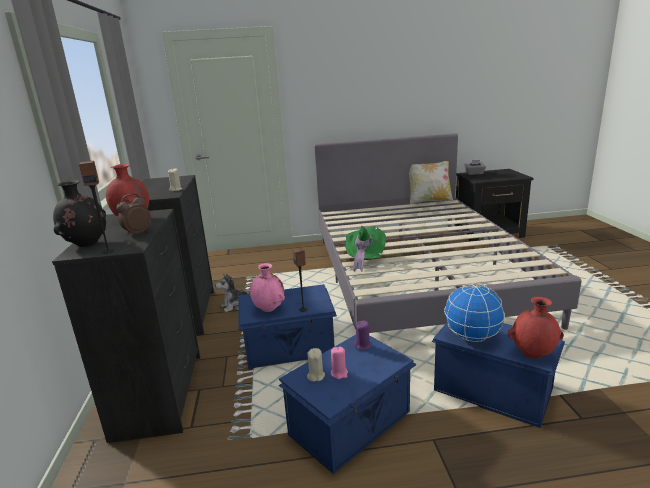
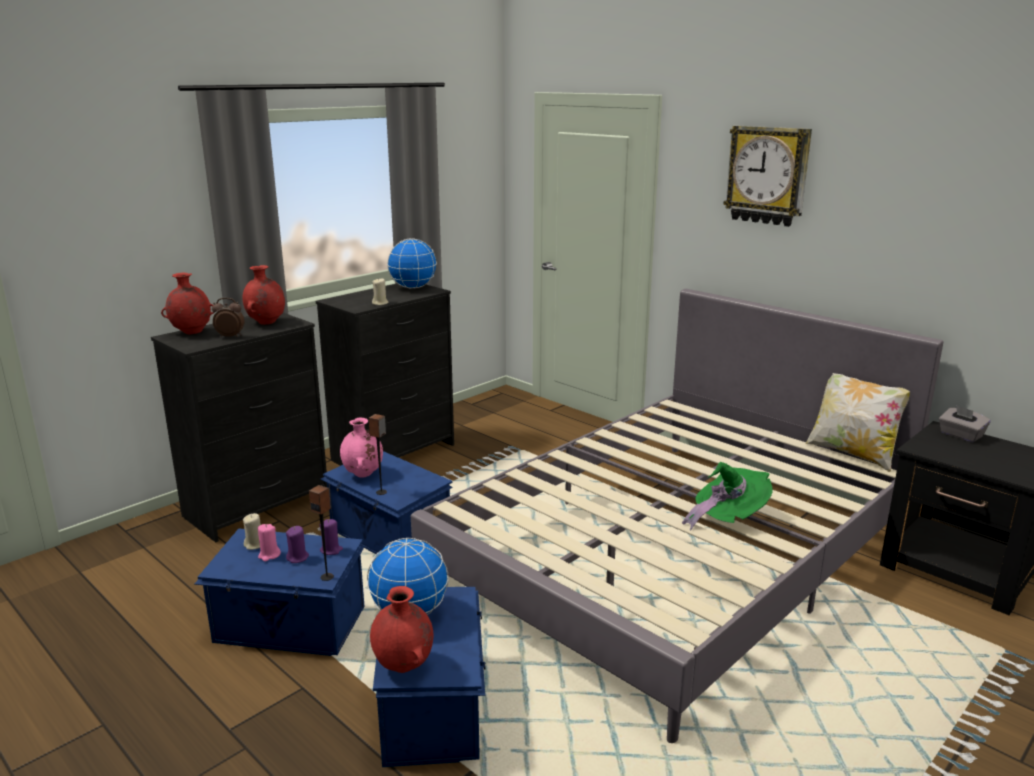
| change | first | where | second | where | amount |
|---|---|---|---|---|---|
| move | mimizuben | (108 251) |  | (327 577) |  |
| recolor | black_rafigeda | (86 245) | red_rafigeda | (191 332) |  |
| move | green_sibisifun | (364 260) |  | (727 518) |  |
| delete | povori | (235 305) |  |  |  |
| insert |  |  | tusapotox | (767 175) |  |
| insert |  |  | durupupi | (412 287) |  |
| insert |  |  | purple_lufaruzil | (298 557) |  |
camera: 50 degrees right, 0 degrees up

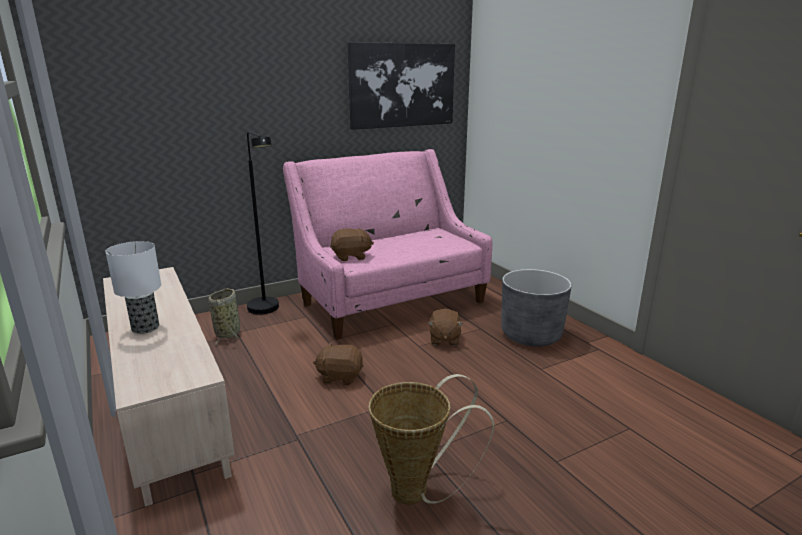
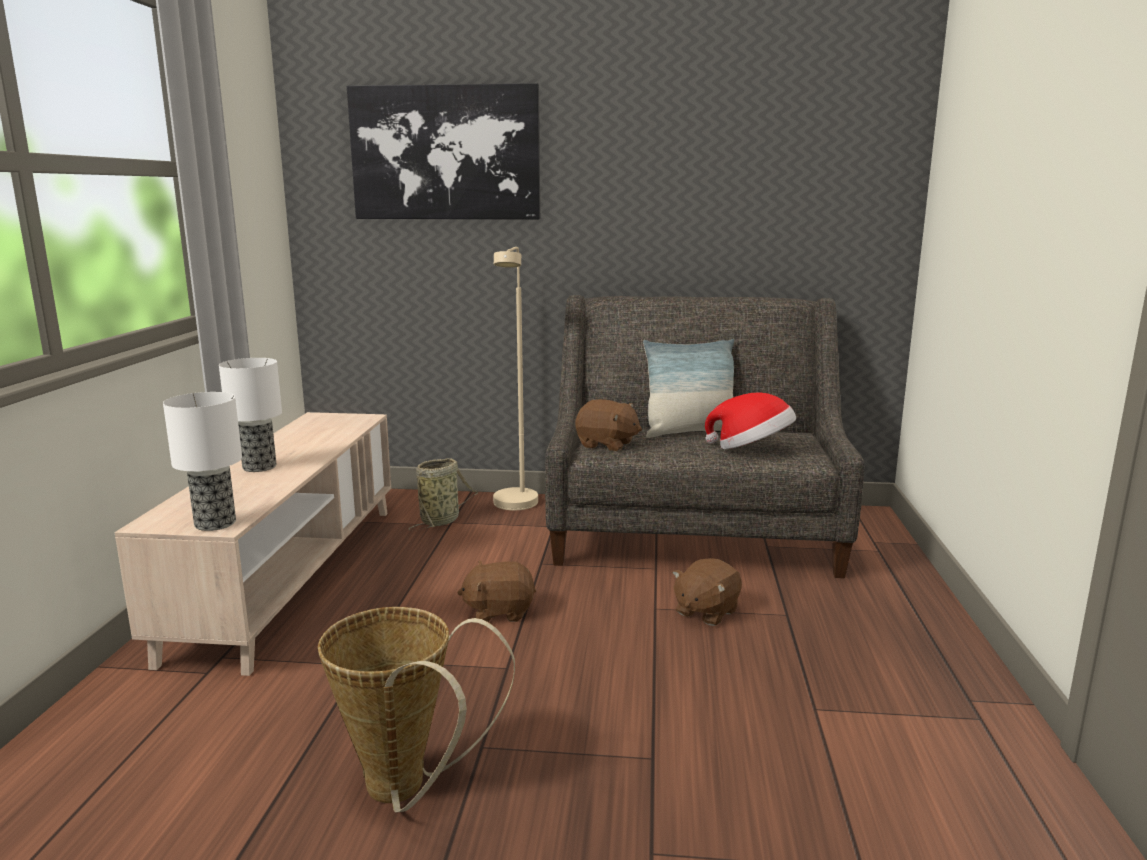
| change | first | where | second | where | amount |
|---|---|---|---|---|---|
| move | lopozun | (402 85) |  | (445 153) |  |
| recolor | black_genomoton | (267 311) | beige_genomoton | (515 507) |  |
| recolor | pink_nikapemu | (389 299) | grey_nikapemu | (693 534) |  |
| delete | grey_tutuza | (531 335) |  |  |  |
| rotate | brown_povori | (340 376) |  | (499 611) | 45 degrees counterclockwise |
| insert |  |  | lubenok | (690 432) |  |
| insert |  |  | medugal | (216 523) |  |
| insert |  |  | sibisifun | (751 449) |  |
camera: 35 degrees right, 5 degrees down

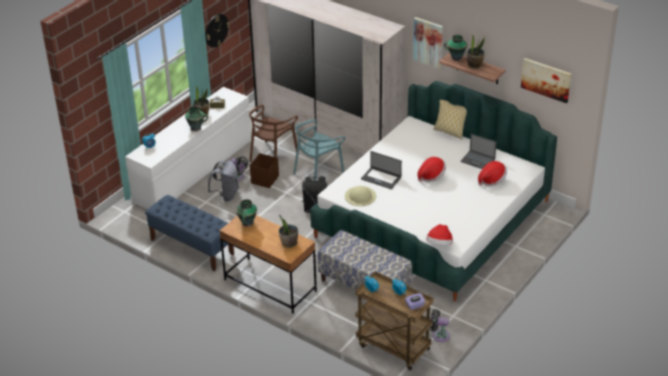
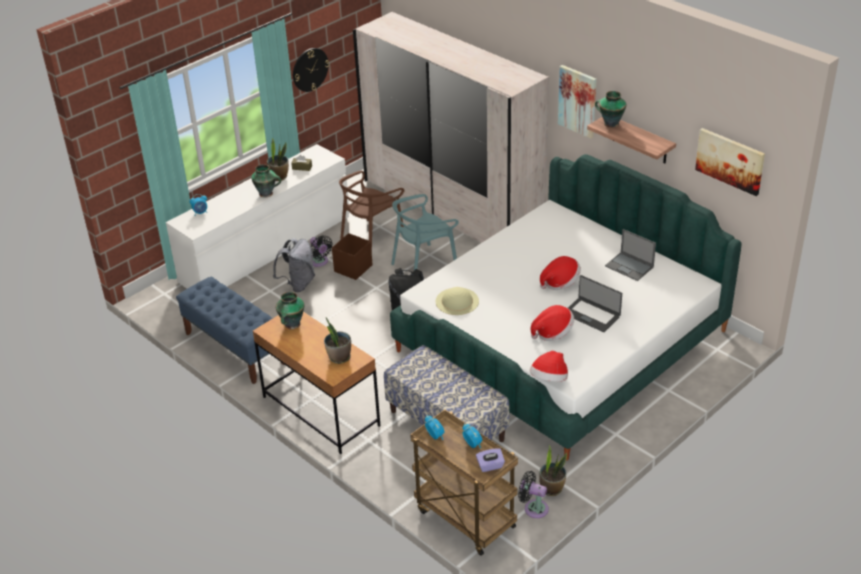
| change | first | where | second | where | amount |
|---|---|---|---|---|---|
| move | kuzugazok | (474 65) |  | (552 488) |  |
| delete | lubenok | (449 132) |  |  |  |
| move | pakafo | (381 178) |  | (591 315) |  |
| move | sibisifun | (492 180) |  | (553 332) |  |
camera: 10 degrees right, 0 degrees up

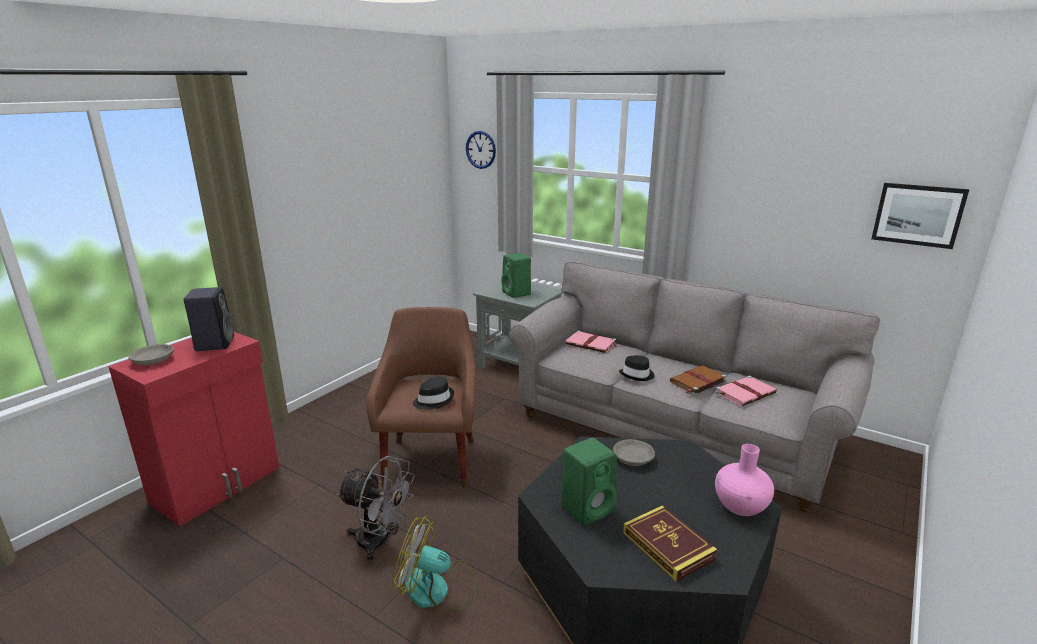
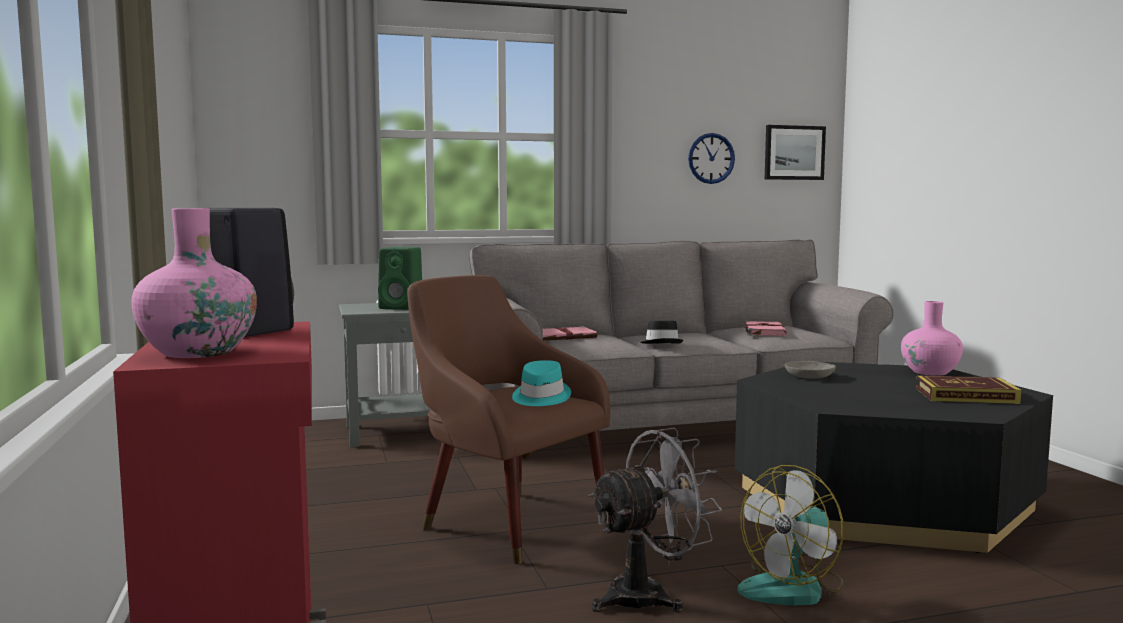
| change | first | where | second | where | amount |
|---|---|---|---|---|---|
| move | tusapotox | (480 149) |  | (711 158) |  |
| replace | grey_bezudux | (154 360) | pink_rafigeda | (198 352) |  |
| delete | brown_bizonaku | (697 382) |  |  |  |
| recolor | black_sibisifun | (433 400) | turquoise_sibisifun | (540 398) |  |
| delete | green_mimizuben | (588 508) |  |  |  |
camera: 50 degrees left, 15 degrees down

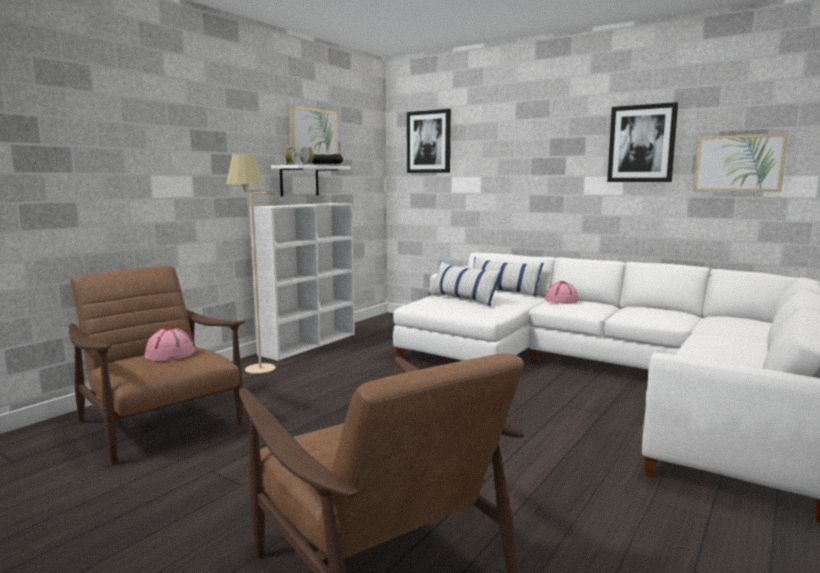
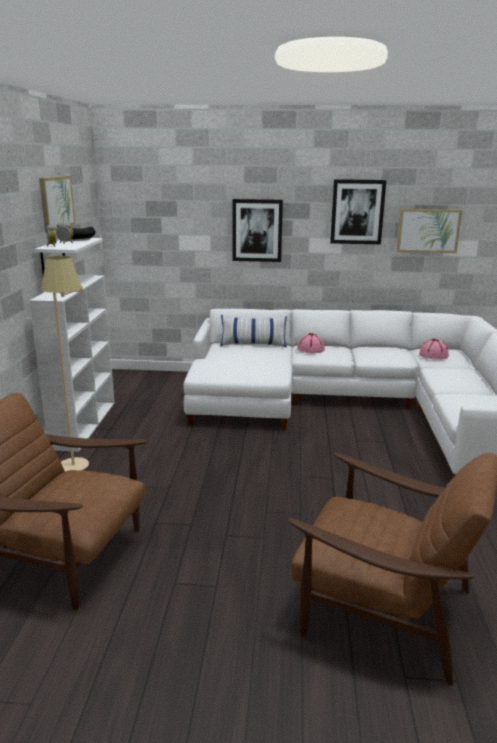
| change | first | where | second | where | amount |
|---|---|---|---|---|---|
| move | lopozun | (429 142) |  | (257 230) |  |
| delete | lubenok | (463 299) |  |  |  |
| move | pink_sibisifun | (170 354) |  | (433 355) |  |
camera: 30 degrees left, 10 degrees up

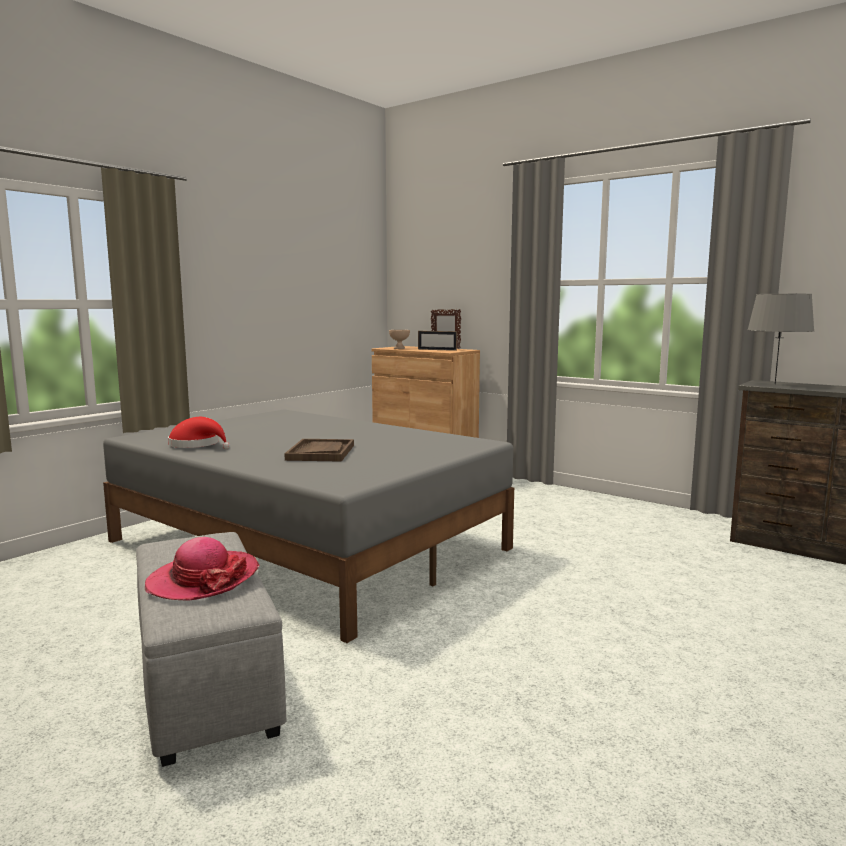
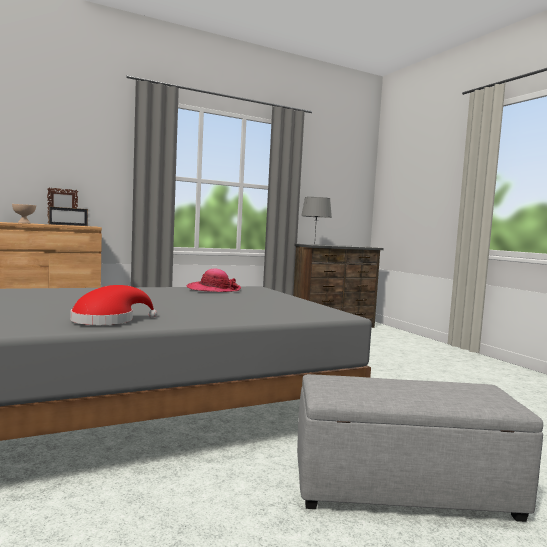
| change | first | where | second | where | amount |
|---|---|---|---|---|---|
| delete | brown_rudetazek | (320 452) |  |  |  |
| move | sibisifun | (203 579) |  | (213 289) |  |
camera: 65 degrees left, 5 degrees down

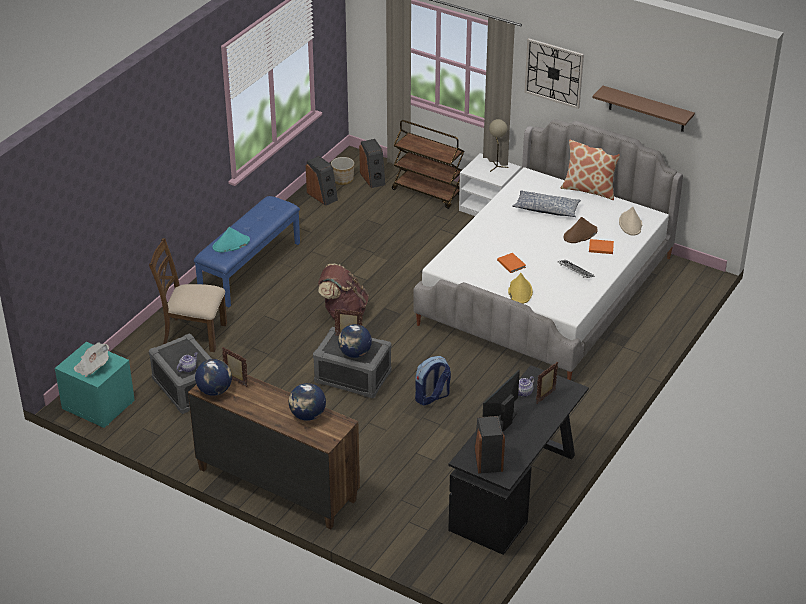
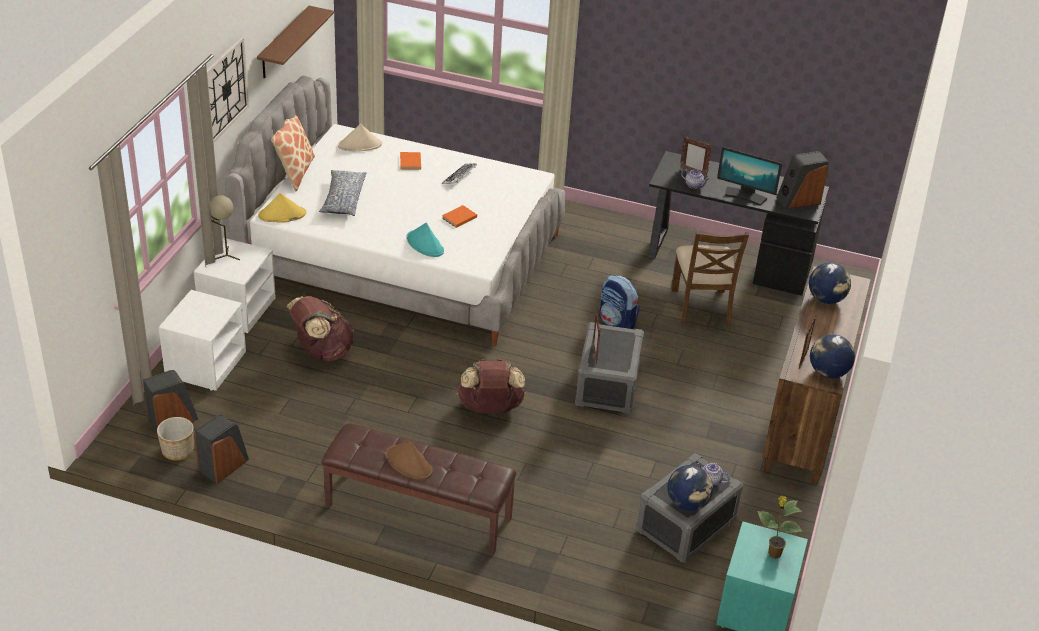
| change | first | where | second | where | amount |
|---|---|---|---|---|---|
| replace | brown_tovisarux | (428 192) | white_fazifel | (205 364) |  |
| recolor | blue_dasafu | (249 268) | brown_dasafu | (417 512) |  |
| move | brown_sibisifun | (580 234) |  | (409 463) |  |
| move | turquoise_sibisifun | (231 244) |  | (425 244) |  |
| move | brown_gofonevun | (194 334) |  | (701 308) |  |
| move | yellow_sibisifun | (520 291) |  | (282 215) |  |
| move | durupupi | (355 353) |  | (687 503) |  |
| replace | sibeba | (92 367) | kuzugazok | (773 553) |  |
| insert |  |  | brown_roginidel | (322 351) |  |
camera: 105 degrees left, 0 degrees up

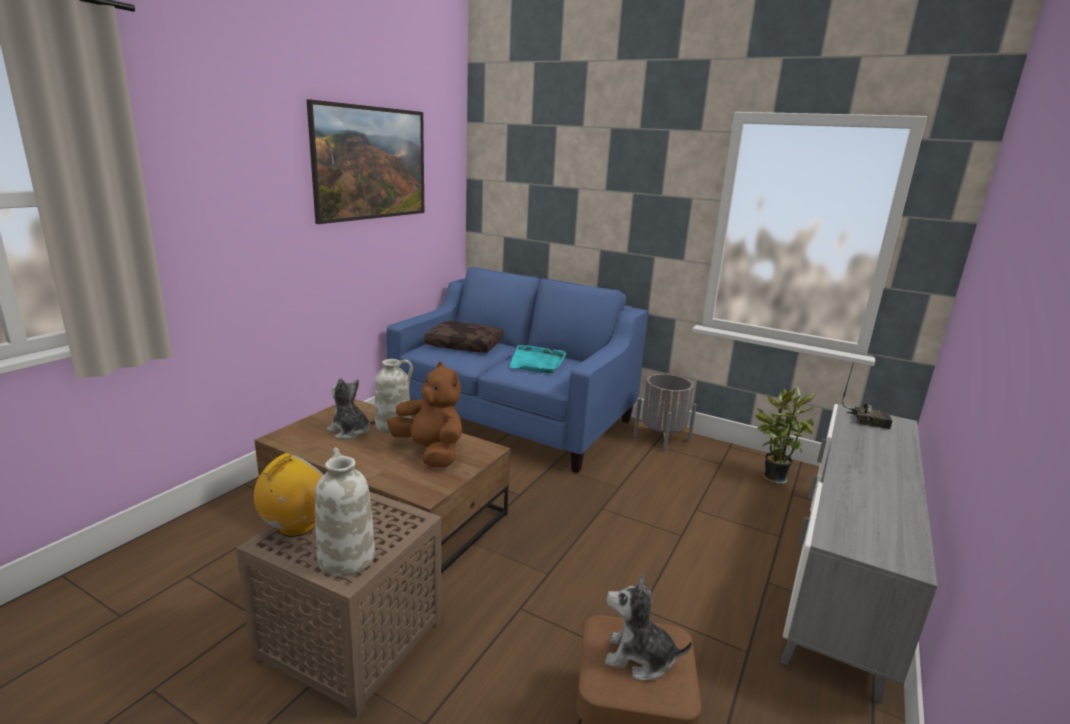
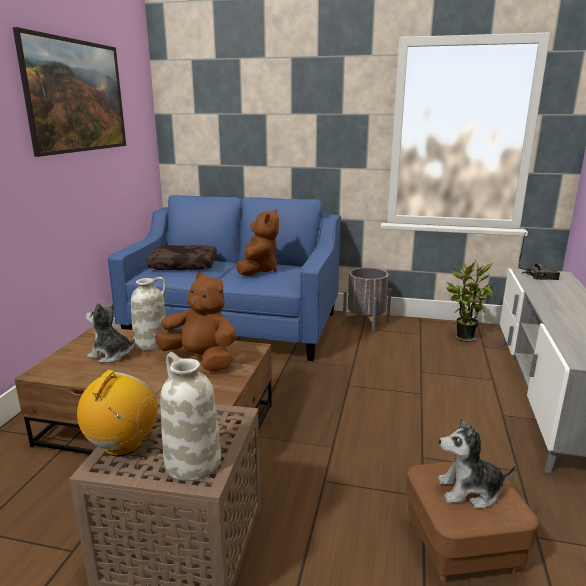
| change | first | where | second | where | amount |
|---|---|---|---|---|---|
| replace | turquoise_rudetazek | (537 362) | brown_povori | (258 270) |  |
camera: 15 degrees left, 0 degrees up

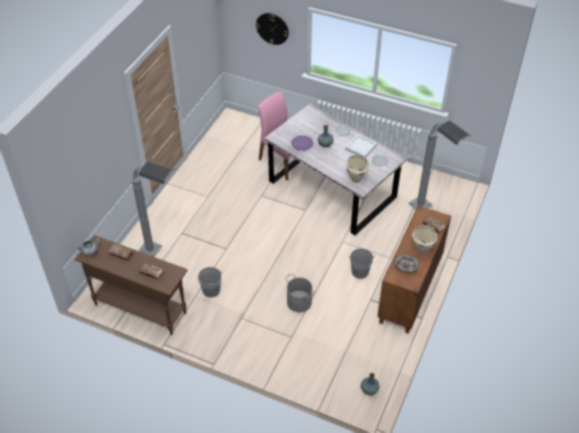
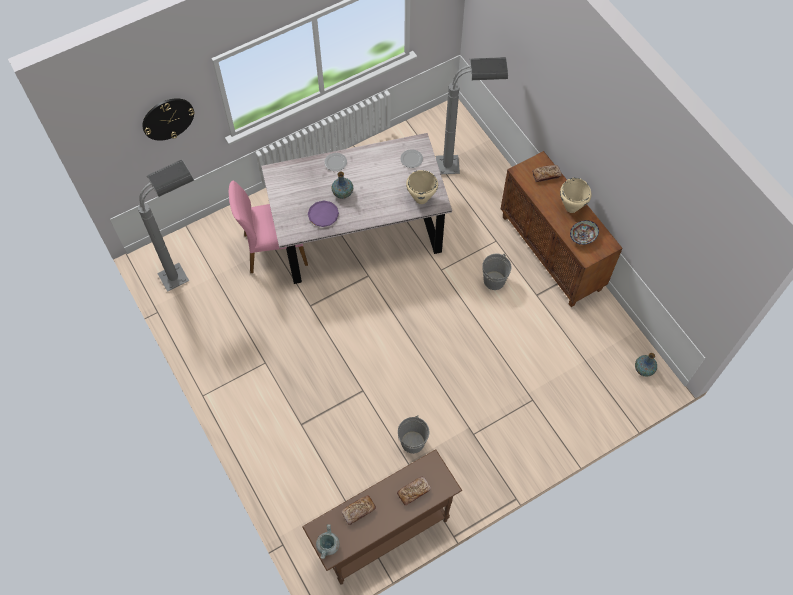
| change | first | where | second | where | amount |
|---|---|---|---|---|---|
| delete | white_rudetazek | (361 147) |  |  |  |
| move | grey_genomoton | (162 254) |  | (189 270) |  |
| delete | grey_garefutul | (299 302) |  |  |  |
camera: 55 degrees left, 15 degrees up

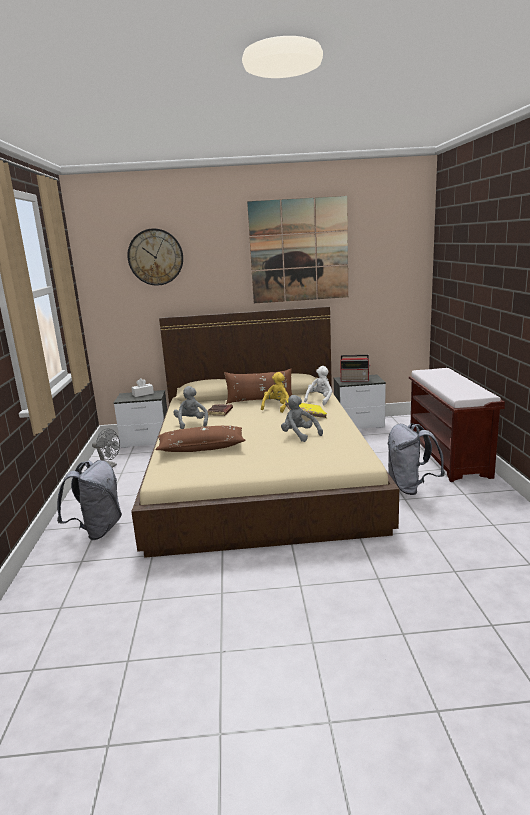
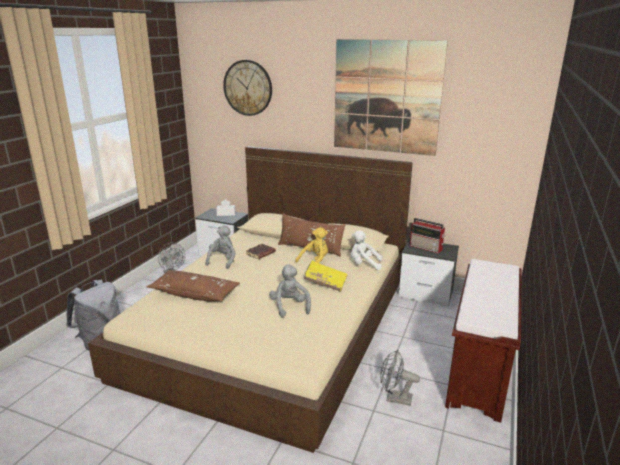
| change | first | where | second | where | amount |
|---|---|---|---|---|---|
| rotate | white_povori | (320 400) |  | (364 265) | 135 degrees counterclockwise |
| replace | grey_roginidel | (411 488) | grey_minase | (394 398) |  |
camera: 25 degrees right, 5 degrees up

